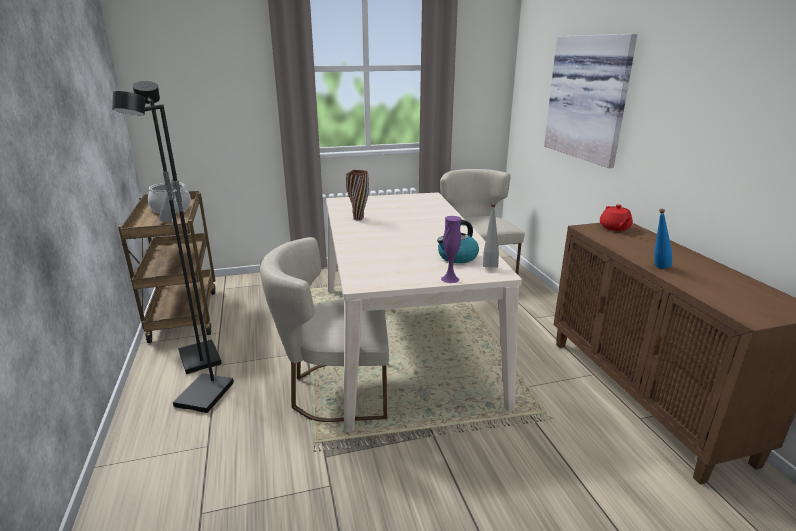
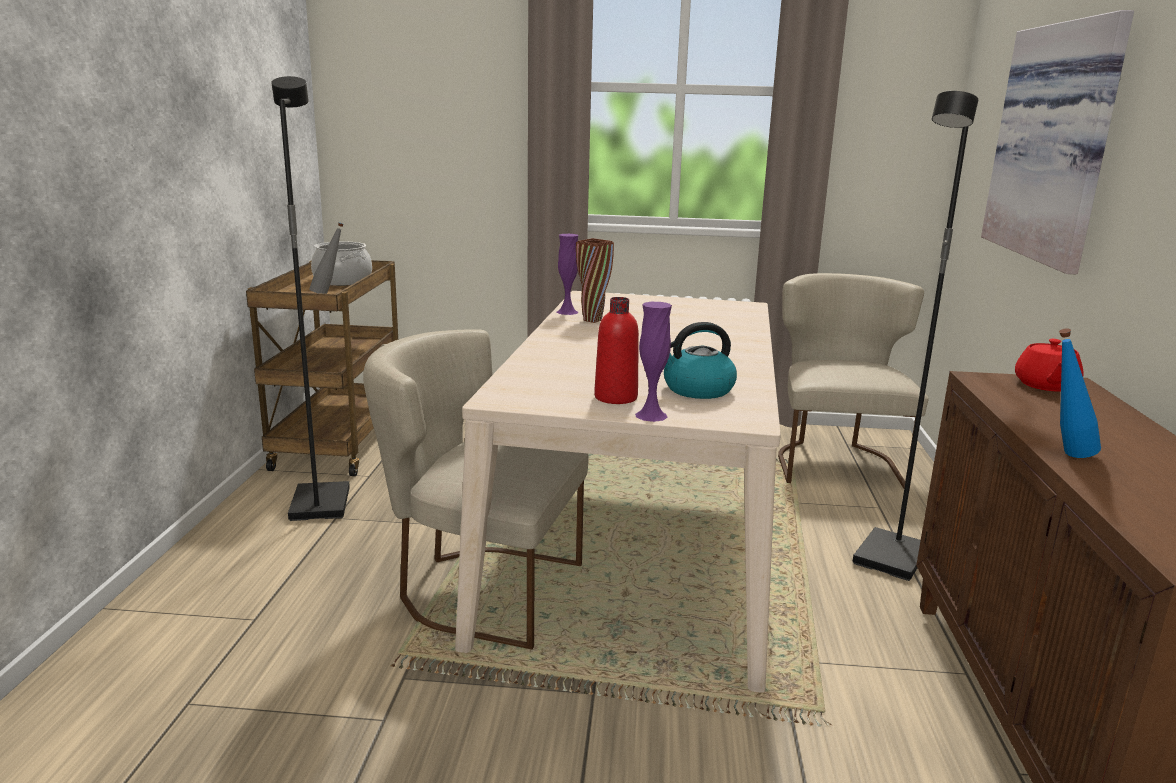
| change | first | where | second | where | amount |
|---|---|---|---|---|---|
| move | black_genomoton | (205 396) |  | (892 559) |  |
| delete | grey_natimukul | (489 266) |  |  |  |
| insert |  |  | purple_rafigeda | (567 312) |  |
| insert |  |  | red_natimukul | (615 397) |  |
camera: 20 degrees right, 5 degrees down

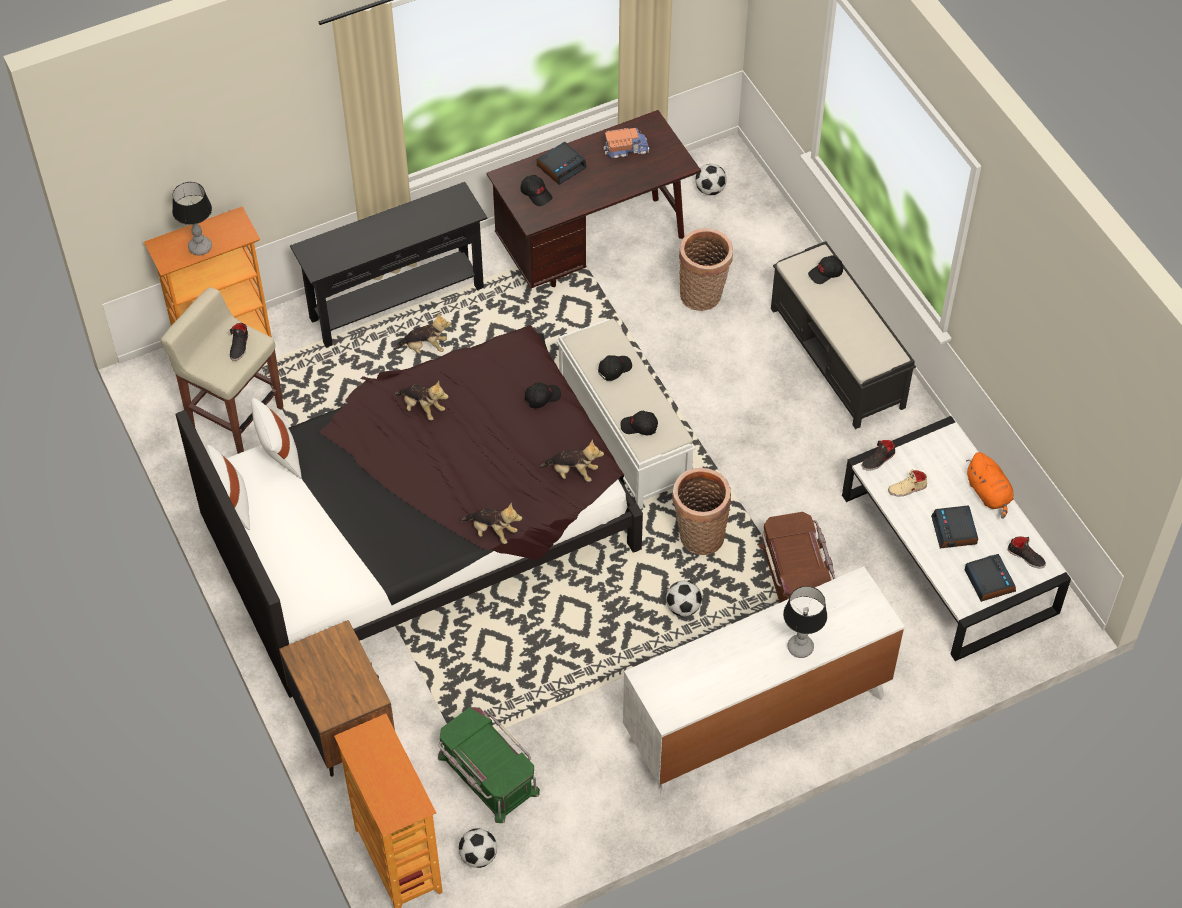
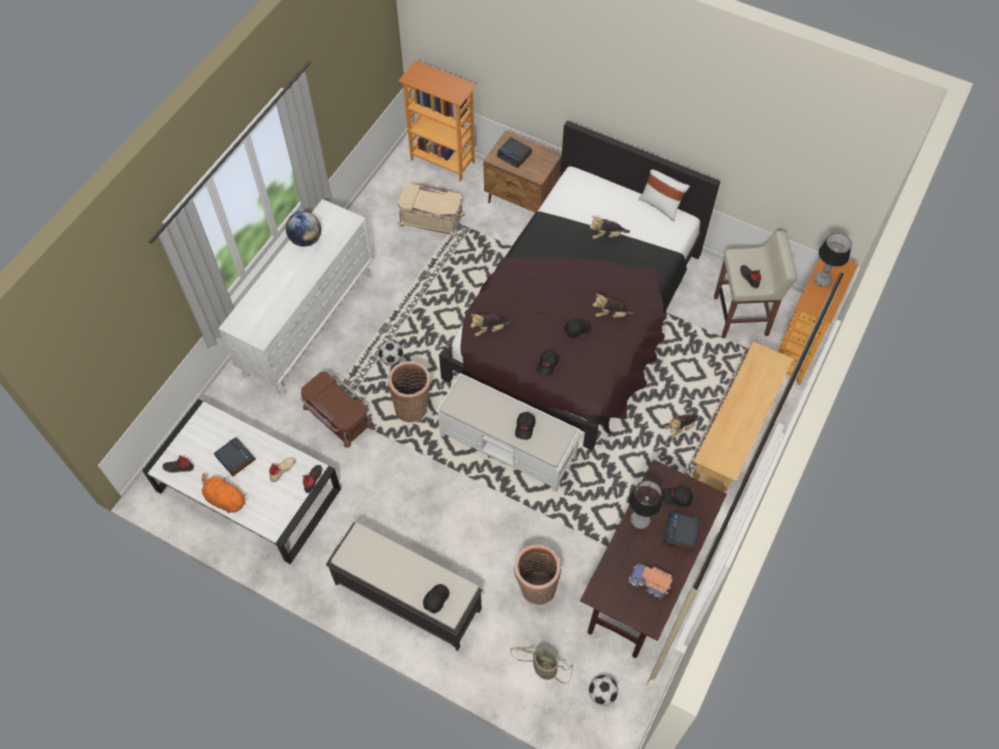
| change | first | where | second | where | amount |
|---|---|---|---|---|---|
| rotate | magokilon | (626 148) |  | (649 583) | 75 degrees clockwise |
| recolor | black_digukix | (396 302) | beige_digukix | (728 449) |  |
| delete | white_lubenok | (279 457) |  |  |  |
| move | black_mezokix | (639 427) |  | (577 329) |  |
| move | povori | (492 531) |  | (607 235) |  |
| move | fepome | (988 580) |  | (515 155) |  |
| move | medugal | (800 647) |  | (640 520) |  |
| recolor | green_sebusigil | (487 774) | beige_sebusigil | (431 218) |  |
| delete | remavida | (478 856) |  |  |  |
| insert |  |  | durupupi | (306 239) |  |
| insert |  |  | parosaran | (543 668) |  |
camera: 145 degrees right, 5 degrees up

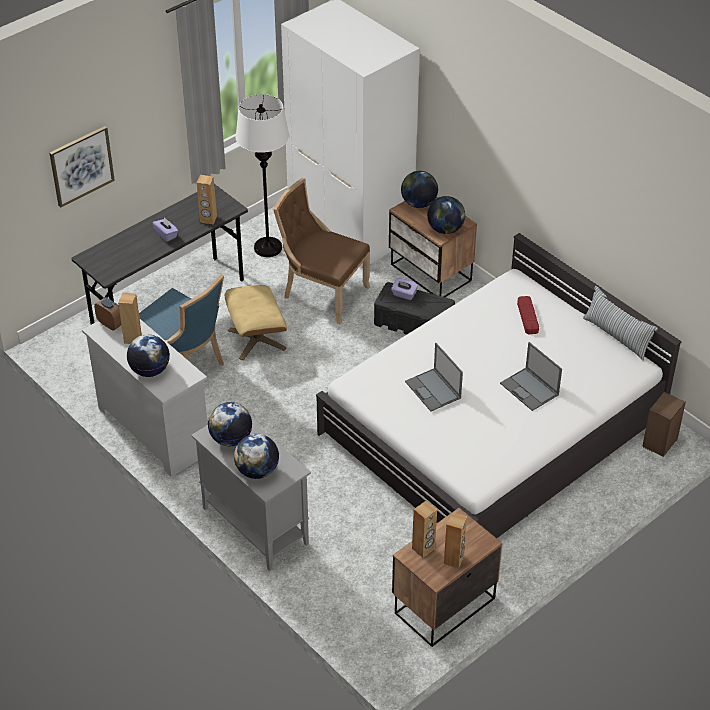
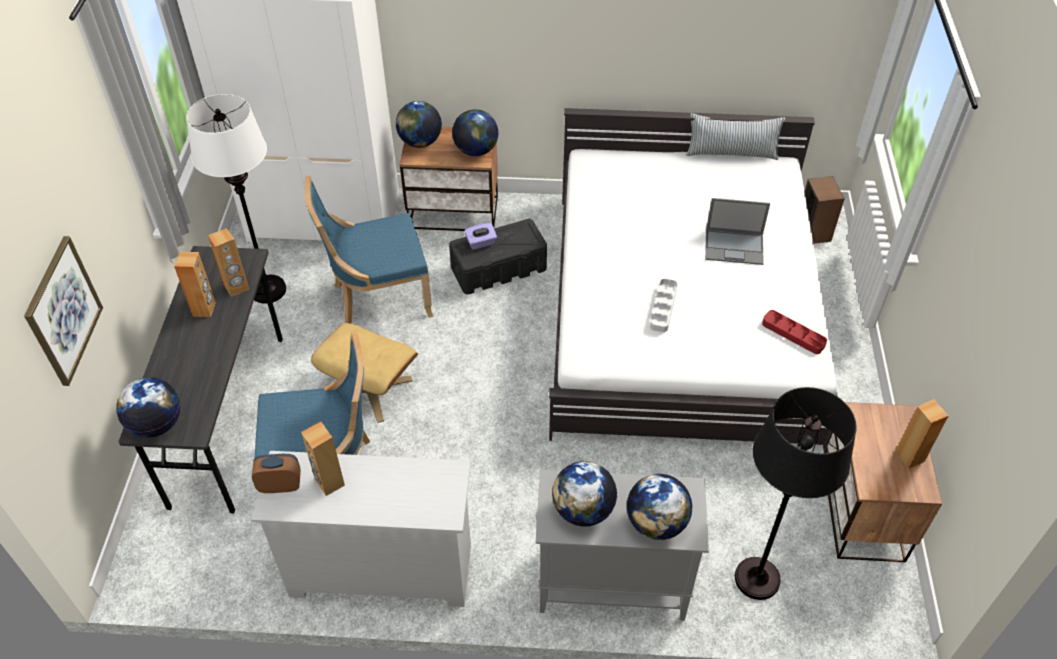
| change | first | where | second | where | amount |
|---|---|---|---|---|---|
| recolor | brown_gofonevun | (322 293) | blue_gofonevun | (378 298) |  |
| delete | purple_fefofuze | (166 235) |  |  |  |
| move | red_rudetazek | (527 317) |  | (793 334) |  |
| move | durupupi | (150 370) |  | (157 424) |  |
| replace | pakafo | (433 390) | grey_rudetazek | (663 307) |  |
| move | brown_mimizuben | (423 548) |  | (204 309) |  |
| insert |  |  | black_genomoton | (757 579) |  |
camera: 45 degrees left, 5 degrees up

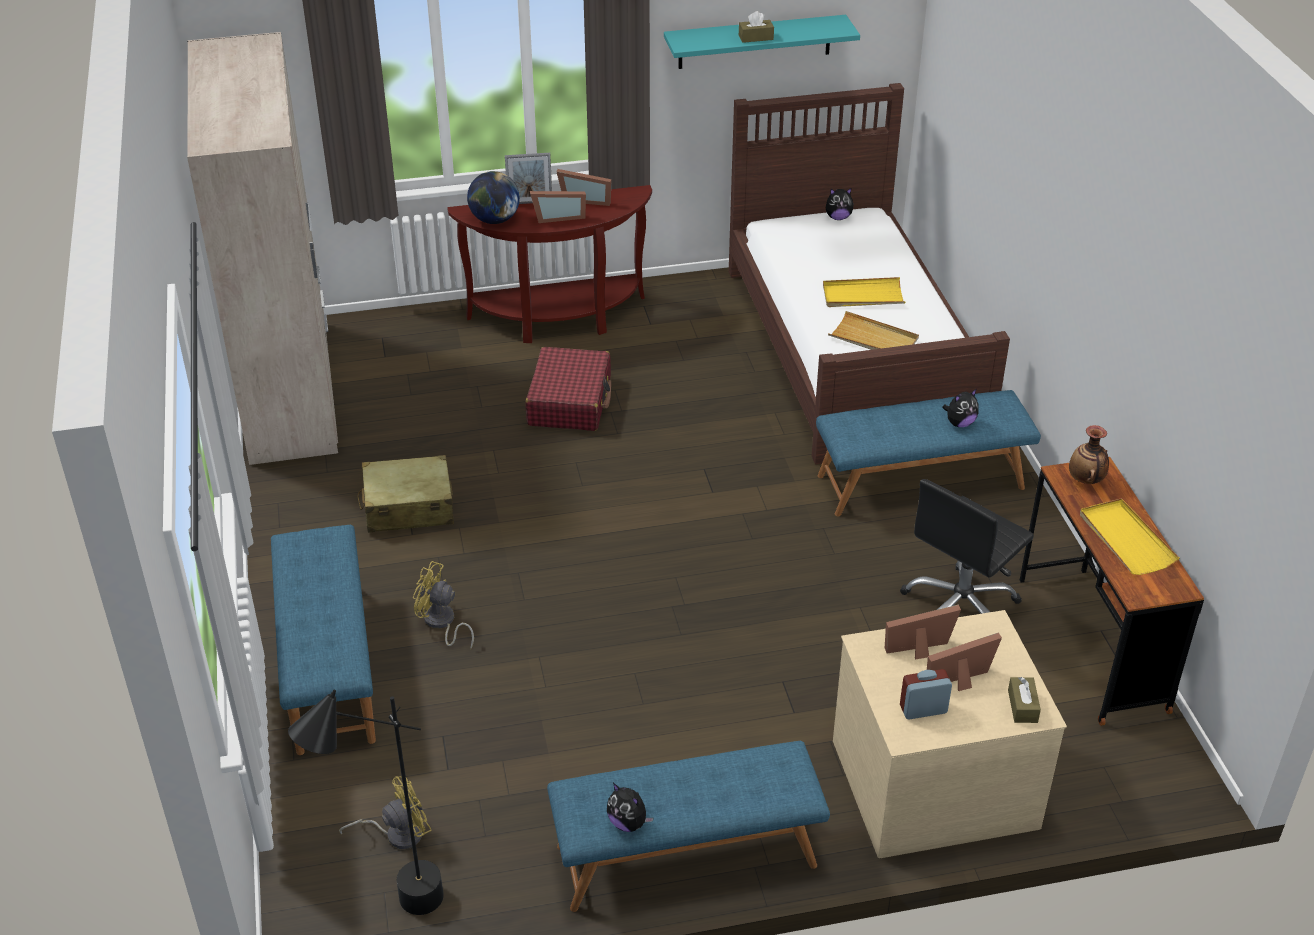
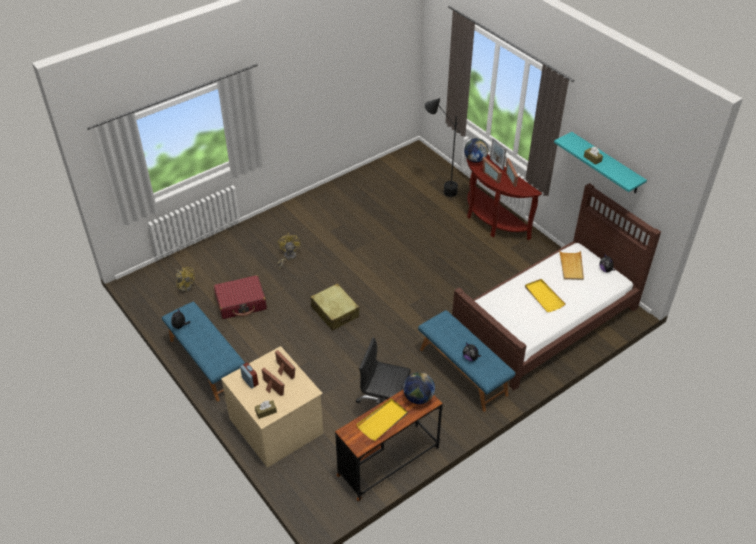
| change | first | where | second | where | amount |
|---|---|---|---|---|---|
| delete | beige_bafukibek | (289 389) |  |  |  |
| move | beige_rudetazek | (873 339) |  | (571 266) |  |
| move | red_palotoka | (570 401) |  | (241 302) |  |
| replace | rafigeda | (1086 480) | durupupi | (418 397) |  |
| move | beige_palotoka | (408 507) |  | (335 312) |  |
| delete | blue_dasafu | (327 665) |  |  |  |
| move | black_genomoton | (390 917) |  | (439 189) |  |
camera: 65 degrees right, 5 degrees up

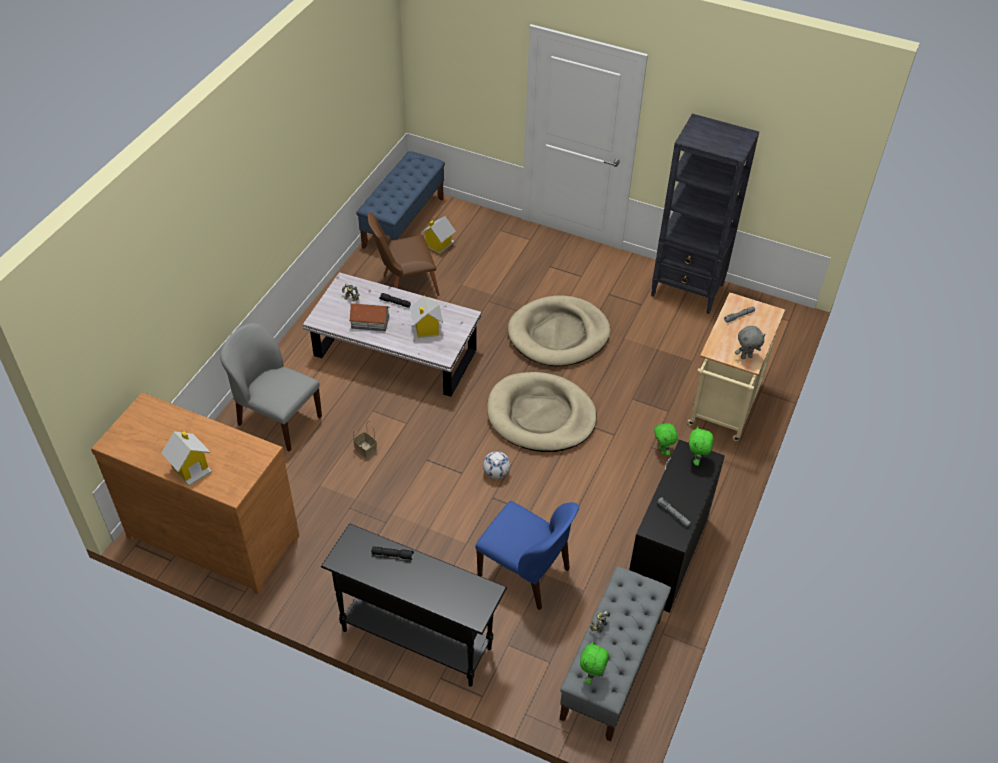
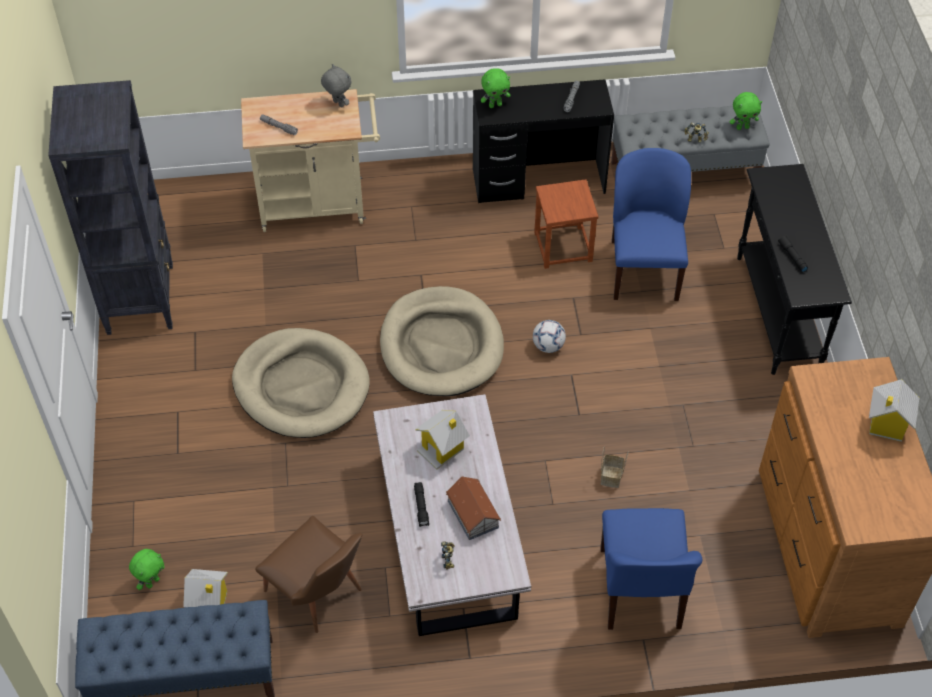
| change | first | where | second | where | amount |
|---|---|---|---|---|---|
| recolor | grey_gofonevun | (278 420) | blue_gofonevun | (640 590) |  |
| move | green_povori | (662 451) |  | (152 582) |  |
| insert |  |  | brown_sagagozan | (563 247) |  |
camera: 120 degrees left, 5 degrees up

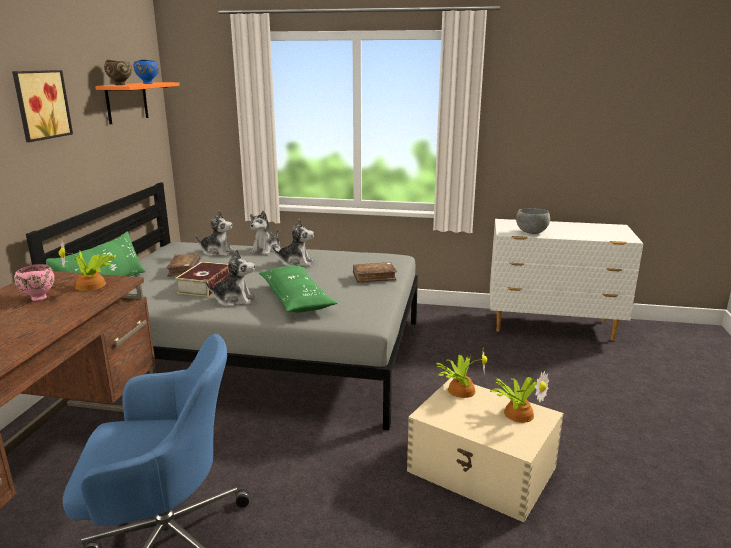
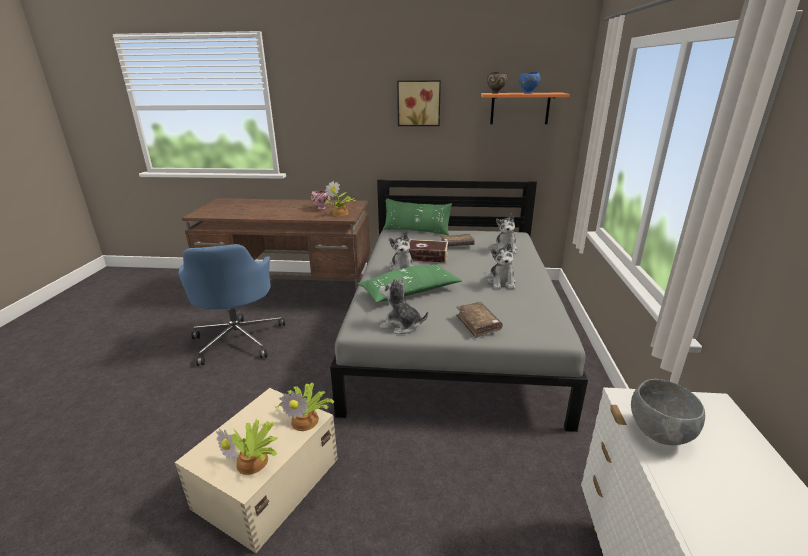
| change | first | where | second | where | amount |
|---|---|---|---|---|---|
| move | povori | (266 250) |  | (401 325) |  |
camera: 85 degrees right, 5 degrees up

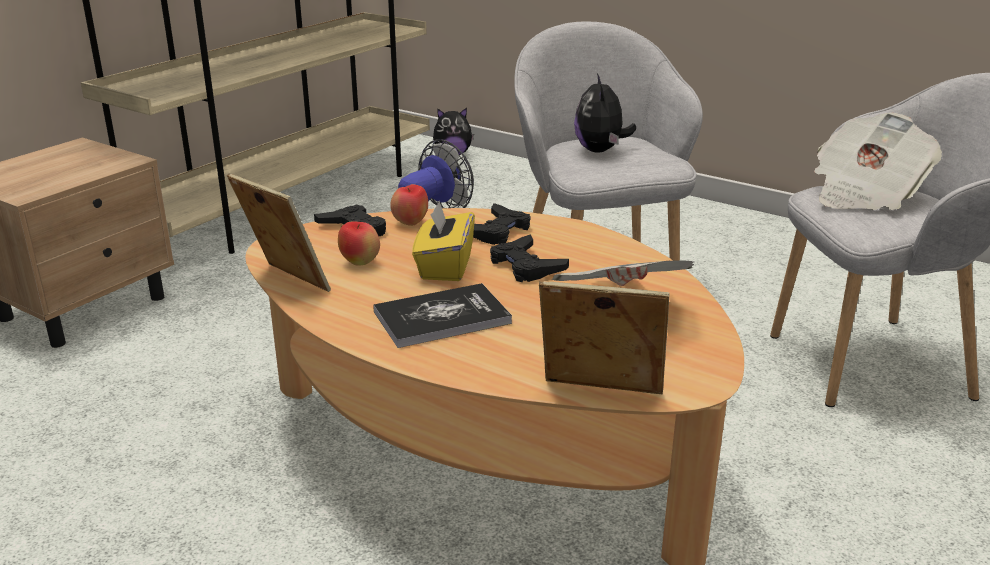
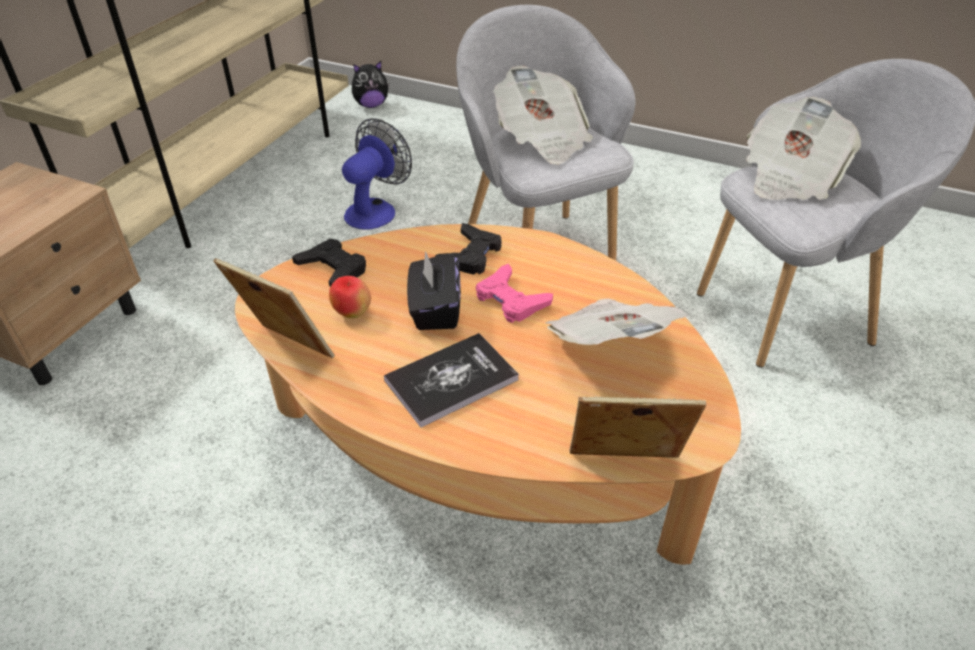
| change | first | where | second | where | amount |
|---|---|---|---|---|---|
| replace | povori | (601 151) | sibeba | (542 140) |  |
| delete | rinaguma | (410 223) |  |  |  |
| recolor | yellow_fefofuze | (444 267) | black_fefofuze | (435 309) |  |
| recolor | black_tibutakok | (526 266) | pink_tibutakok | (511 300) |  |
camera: 10 degrees left, 15 degrees up

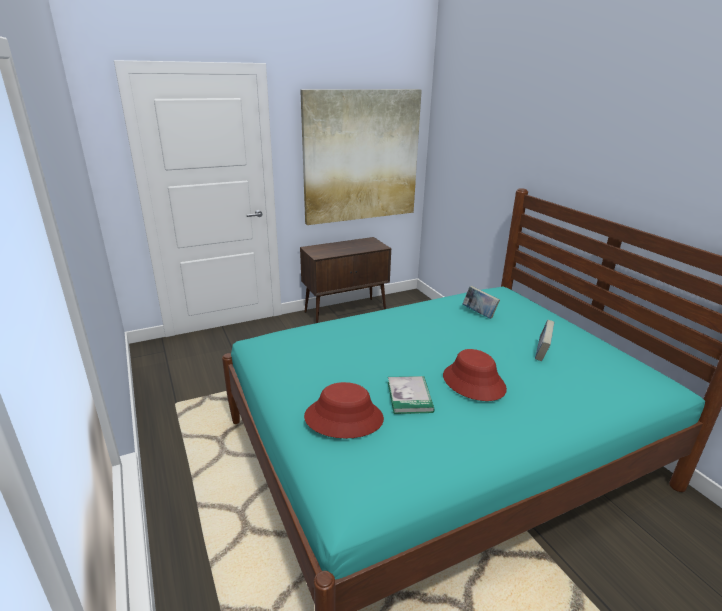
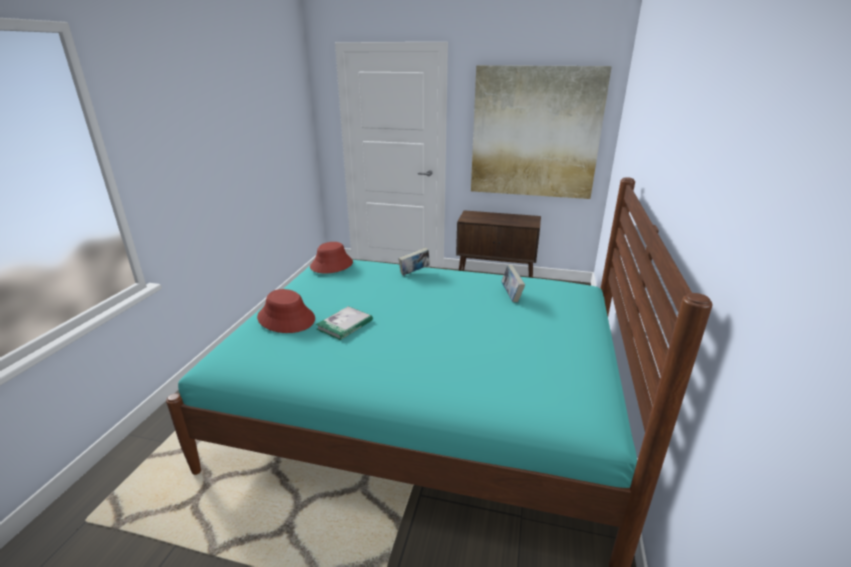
| change | first | where | second | where | amount |
|---|---|---|---|---|---|
| move | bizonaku | (541 353) |  | (414 273) |  |
| move | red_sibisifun | (473 382) |  | (331 265) |  |
camera: 40 degrees right, 0 degrees up

